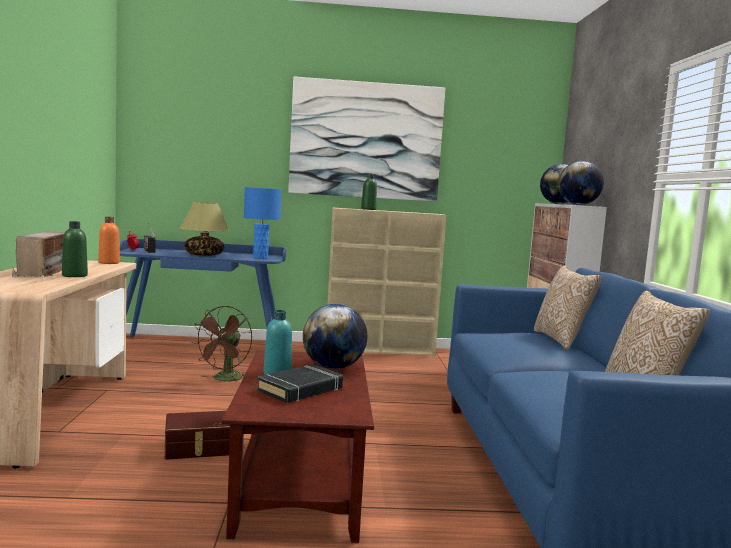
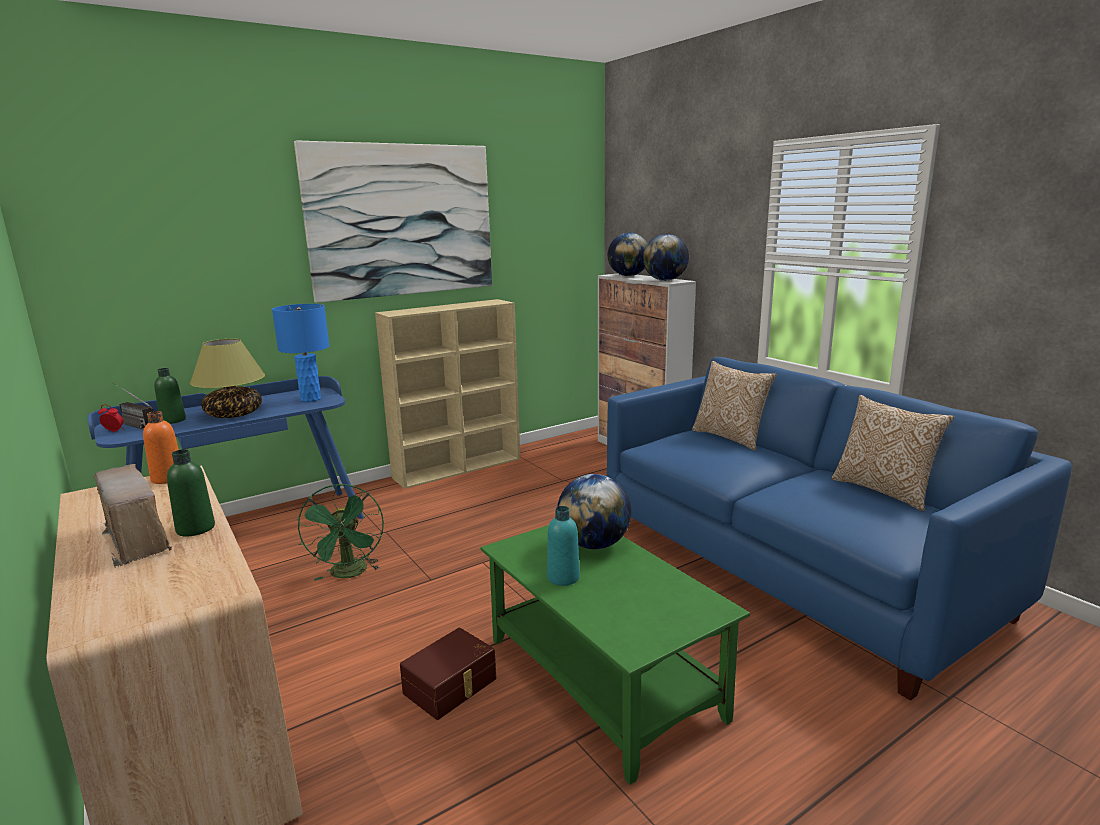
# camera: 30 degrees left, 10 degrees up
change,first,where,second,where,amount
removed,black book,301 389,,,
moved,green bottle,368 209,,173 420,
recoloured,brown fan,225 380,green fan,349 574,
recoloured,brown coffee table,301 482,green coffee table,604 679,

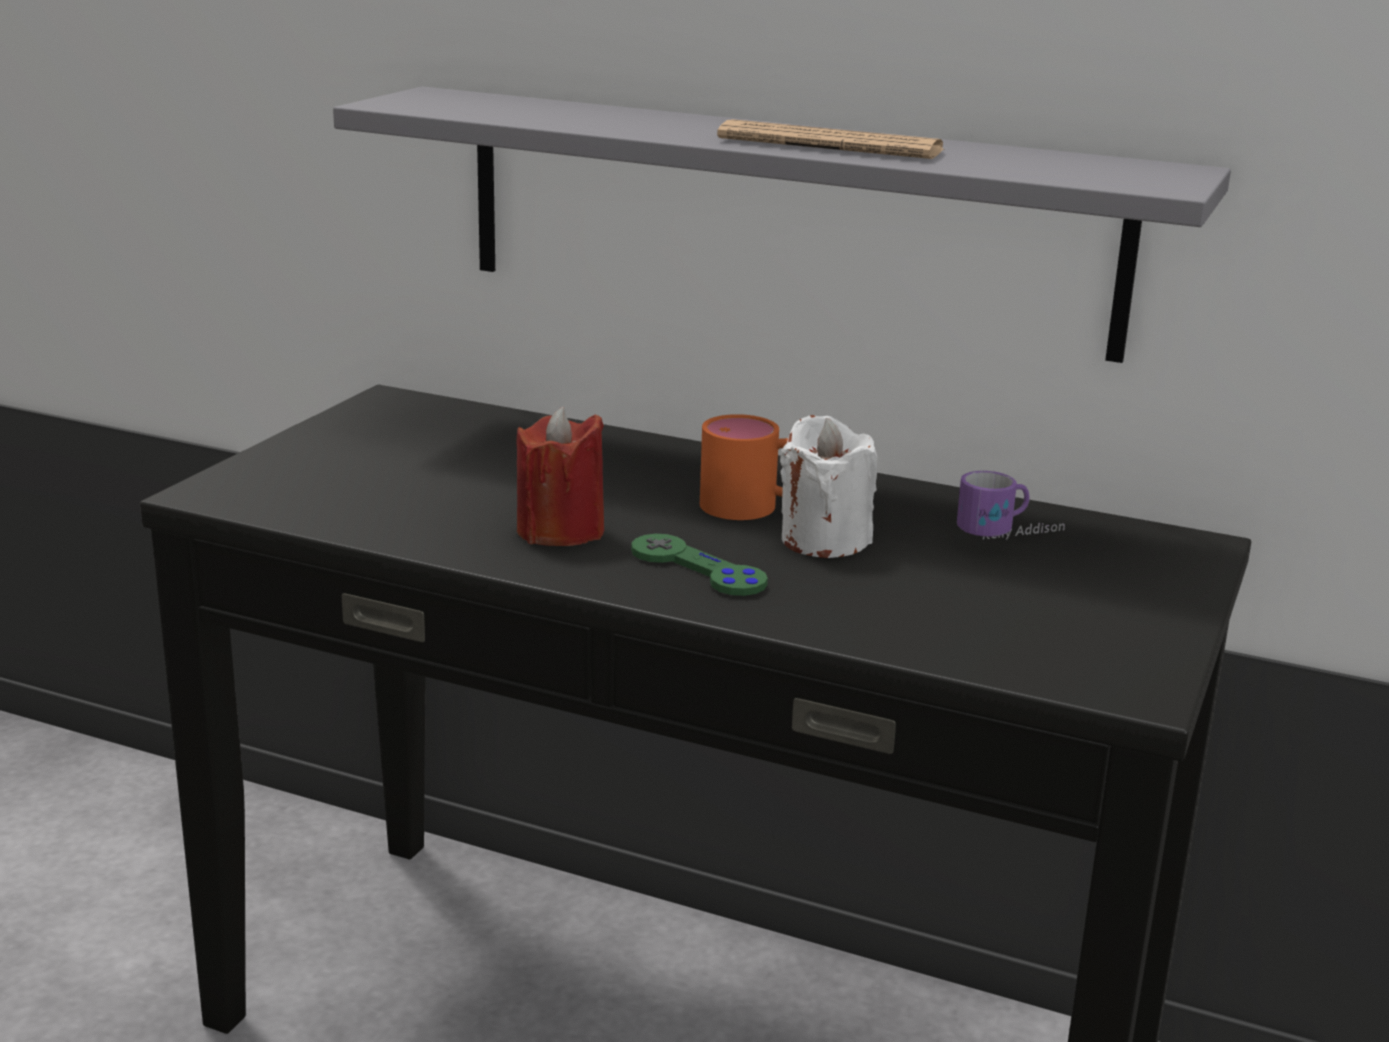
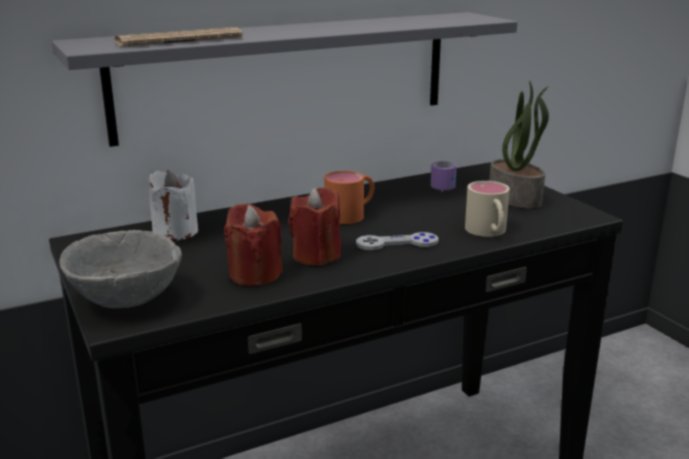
# camera: 50 degrees left, 0 degrees up
change,first,where,second,where,amount
added,,,grey bowl,125 299,
added,,,red candle,254 275,
added,,,beige mug,488 232,
added,,,potted plant,516 198,
moved,newspaper,830 145,,179 40,
moved,white candle,824 540,,175 232,
recoloured,green game controller,697 568,grey game controller,397 243,

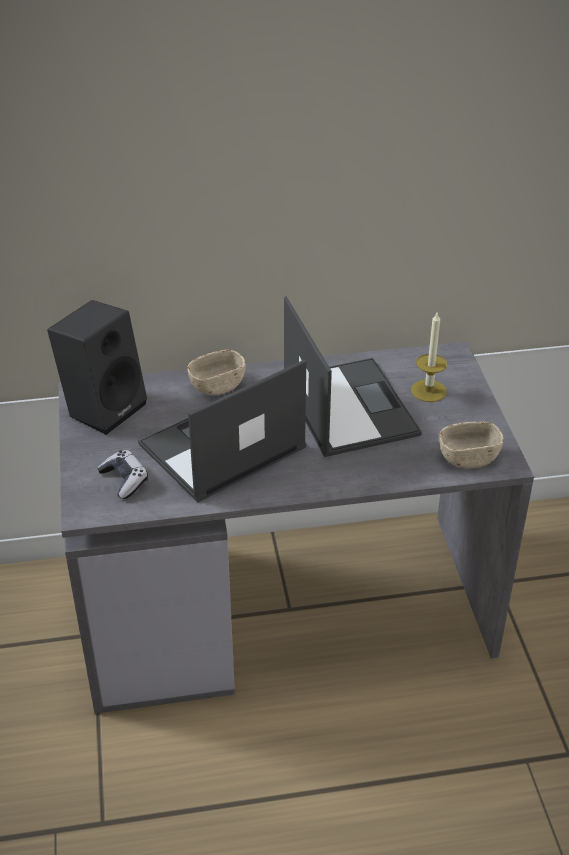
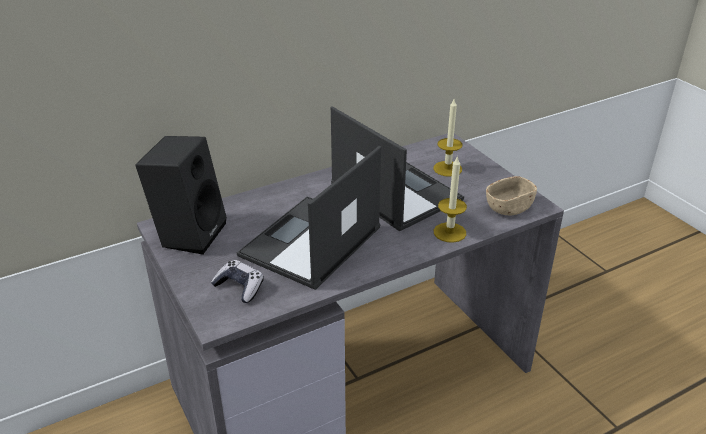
# camera: 20 degrees left, 5 degrees down
change,first,where,second,where,amount
removed,beige bowl,217 385,,,
added,,,candle,449 232,

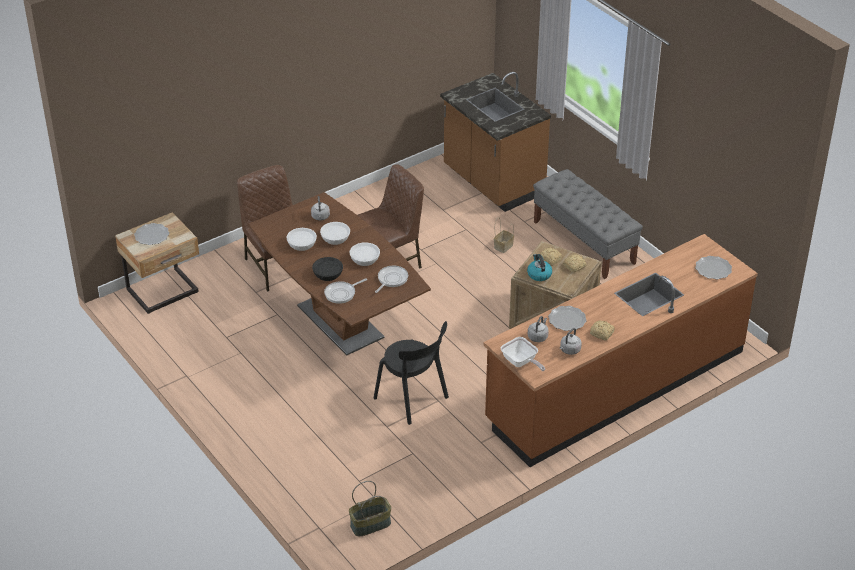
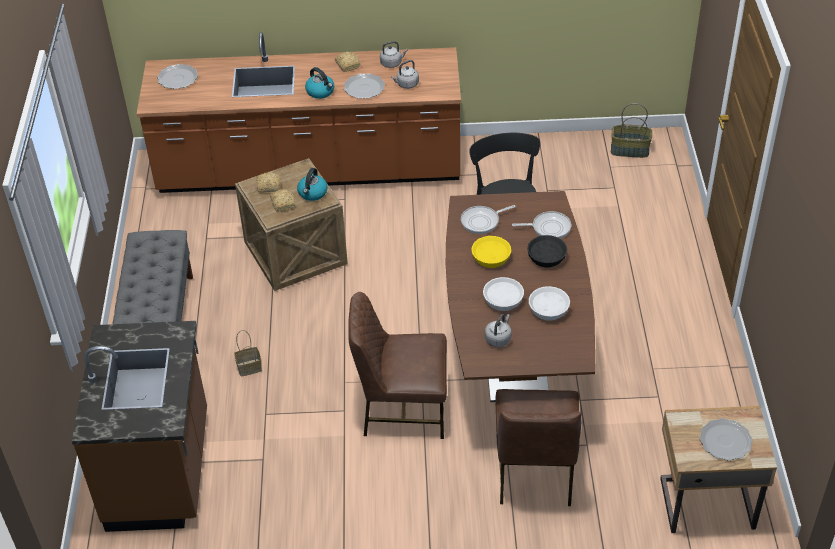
# camera: 145 degrees left, 5 degrees up
change,first,where,second,where,amount
removed,frying pan,521 363,,,
added,,,kettle,321 92,
recoloured,white bowl,365 259,yellow bowl,490 258,

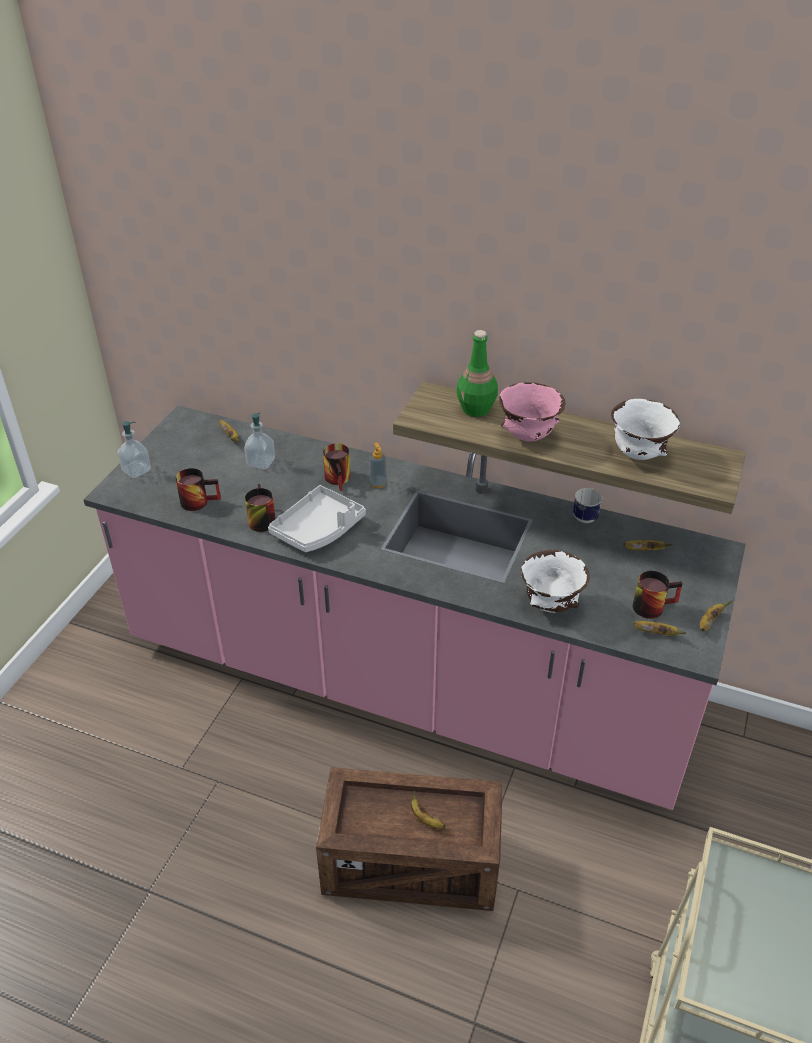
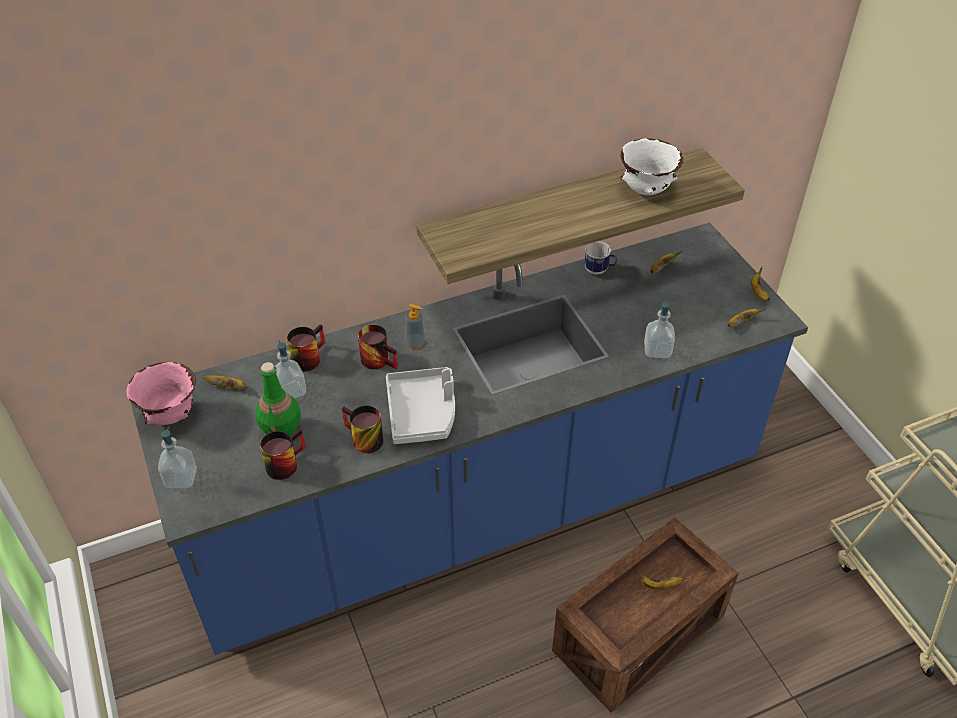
# camera: 45 degrees left, 5 degrees up
change,first,where,second,where,amount
moved,green bottle,476 409,,282 430,
moved,pink bowl,528 436,,171 415,
moved,mug,652 604,,307 357,
replaced,white bowl,549 604,soap dispenser,657 350,
recoloured,pink counter,406 680,blue counter,478 507,

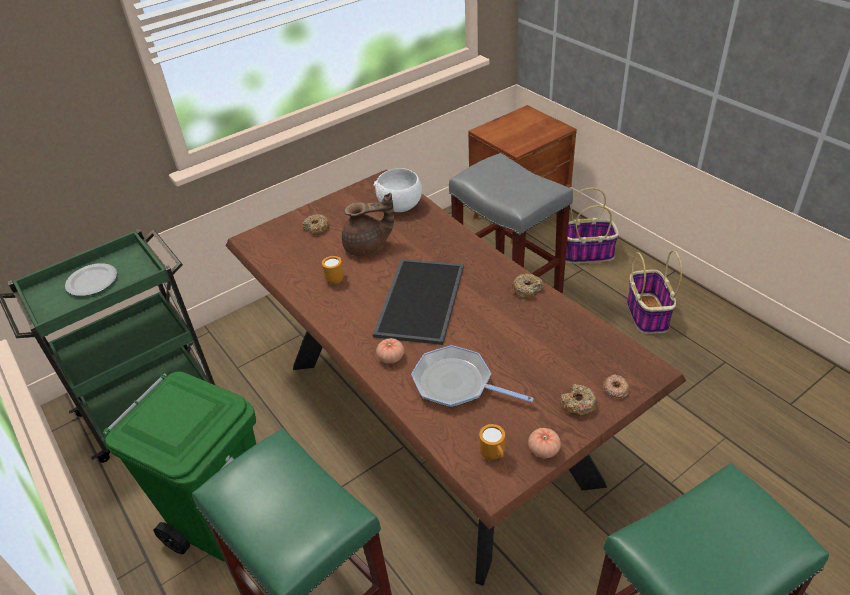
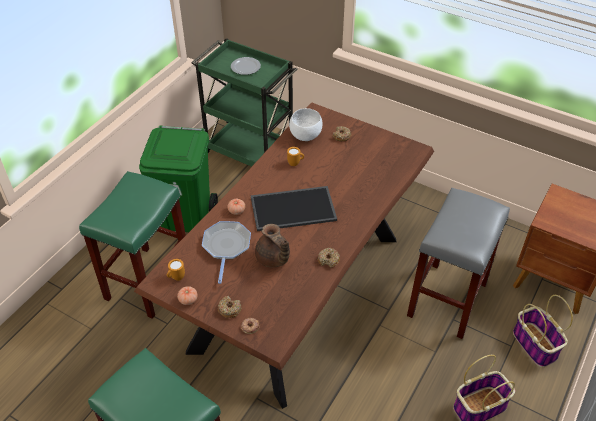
# camera: 65 degrees right, 5 degrees up
change,first,where,second,where,amount
moved,brown teapot,368 247,,273 259,
moved,white bowl,401 206,,305 136,

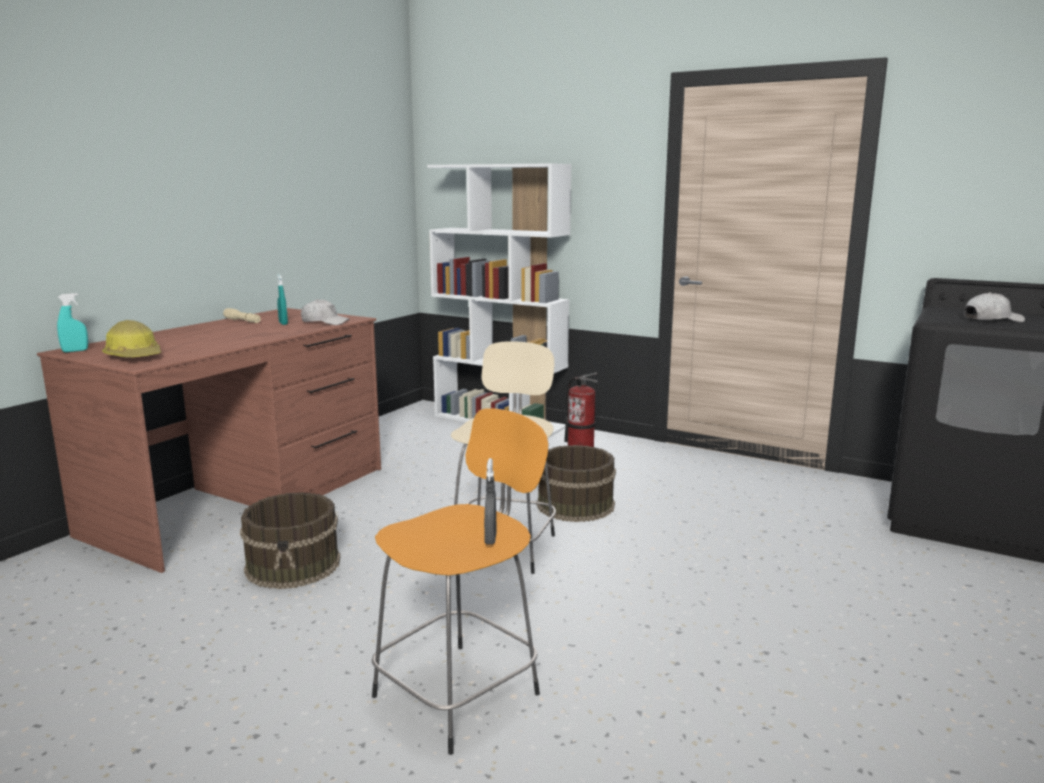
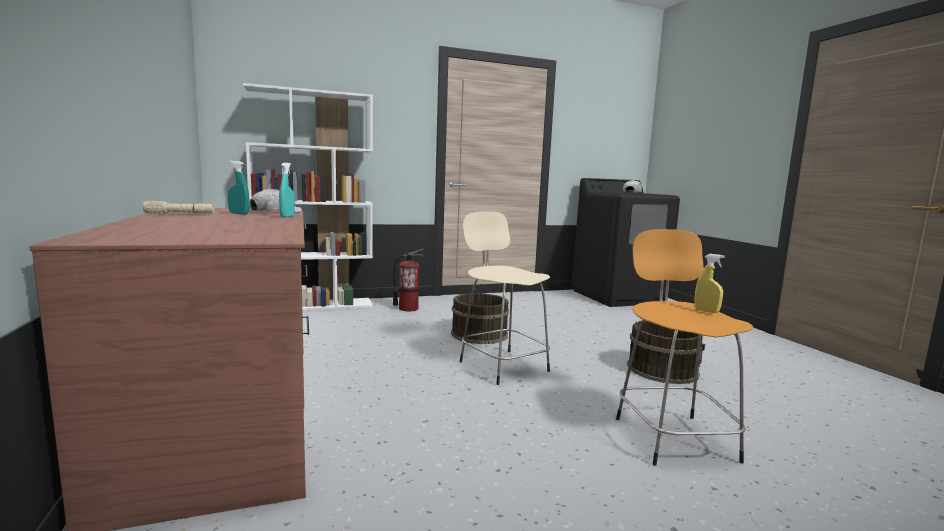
# camera: 50 degrees left, 5 degrees down
change,first,where,second,where,amount
removed,hard hat,135 357,,,
moved,turquoise spray bottle,75 351,,287 216,
moved,brown bucket,294 565,,662 370,
recoloured,grey spray bottle,490 539,yellow spray bottle,706 311,

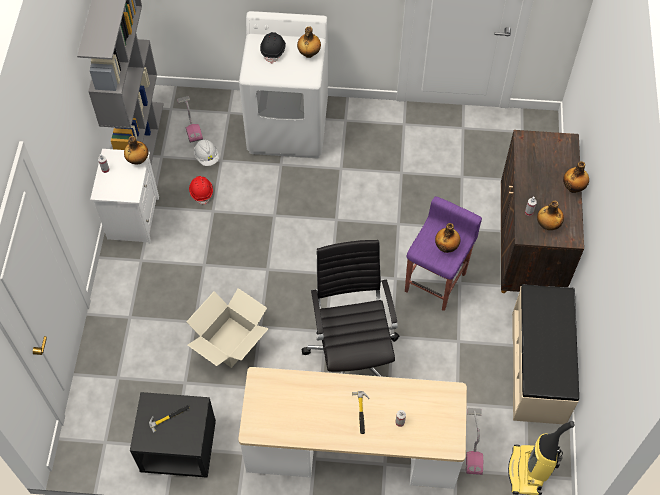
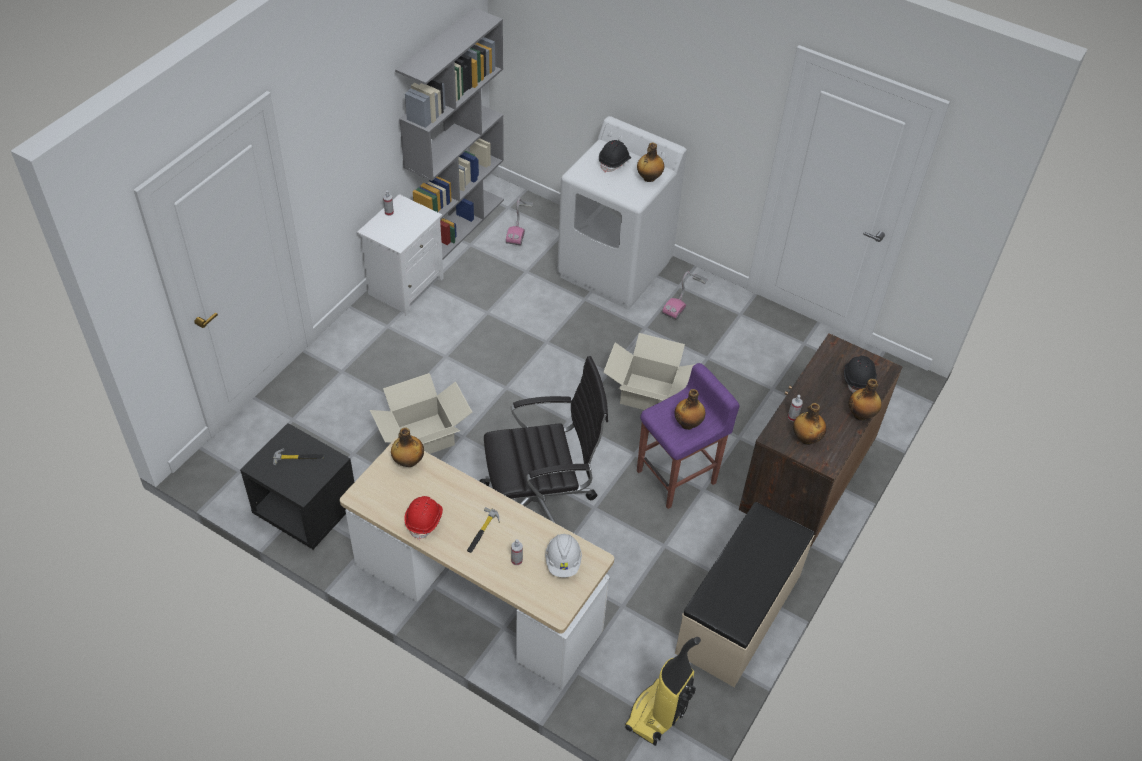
# camera: 25 degrees right, 10 degrees down
change,first,where,second,where,amount
added,,,cardboard box,648 394,
added,,,black hard hat,858 379,
moved,bottle,138 160,,408 461,
moved,red hard hat,201 191,,424 520,
moved,white hard hat,207 157,,563 561,
moved,vacuum cleaner,474 441,,685 297,
turned,black office chair,353 354,,540 506,60 degrees clockwise

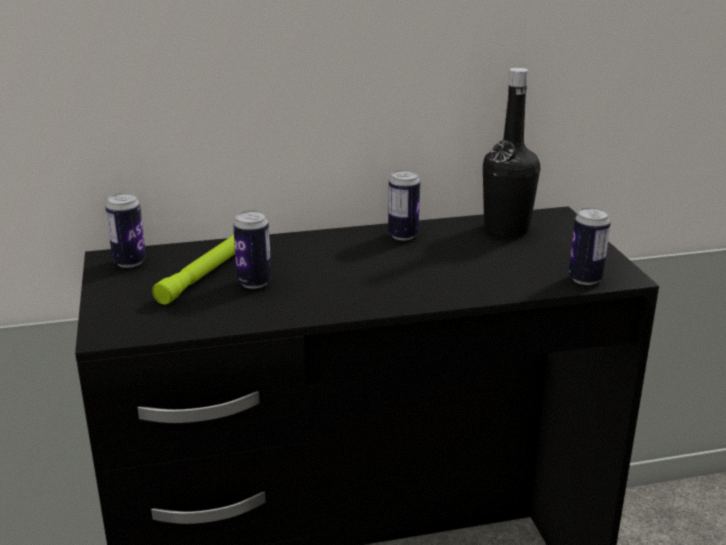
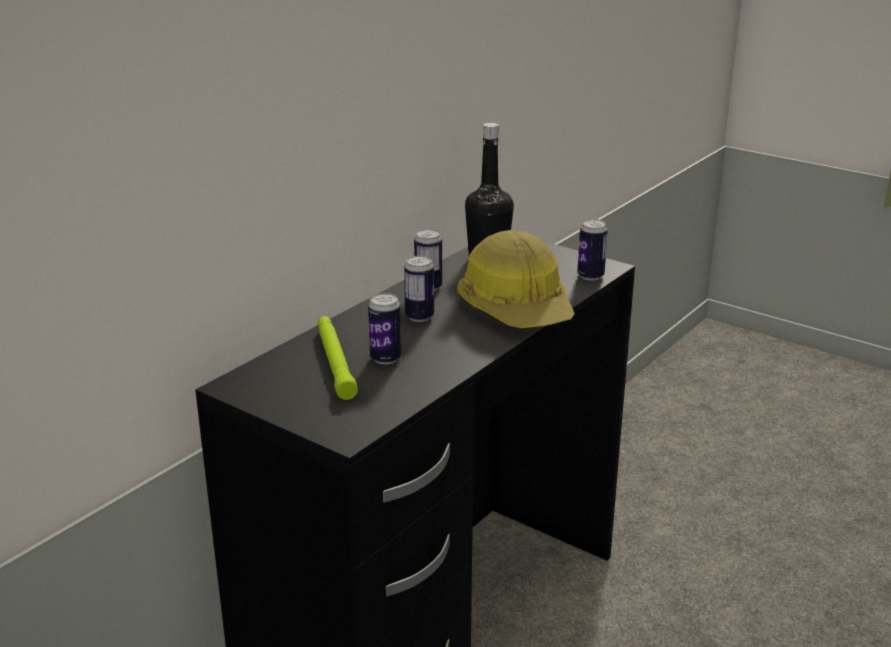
# camera: 40 degrees left, 0 degrees up
change,first,where,second,where,amount
added,,,hard hat,516 308,
moved,can,130 262,,419 317,

